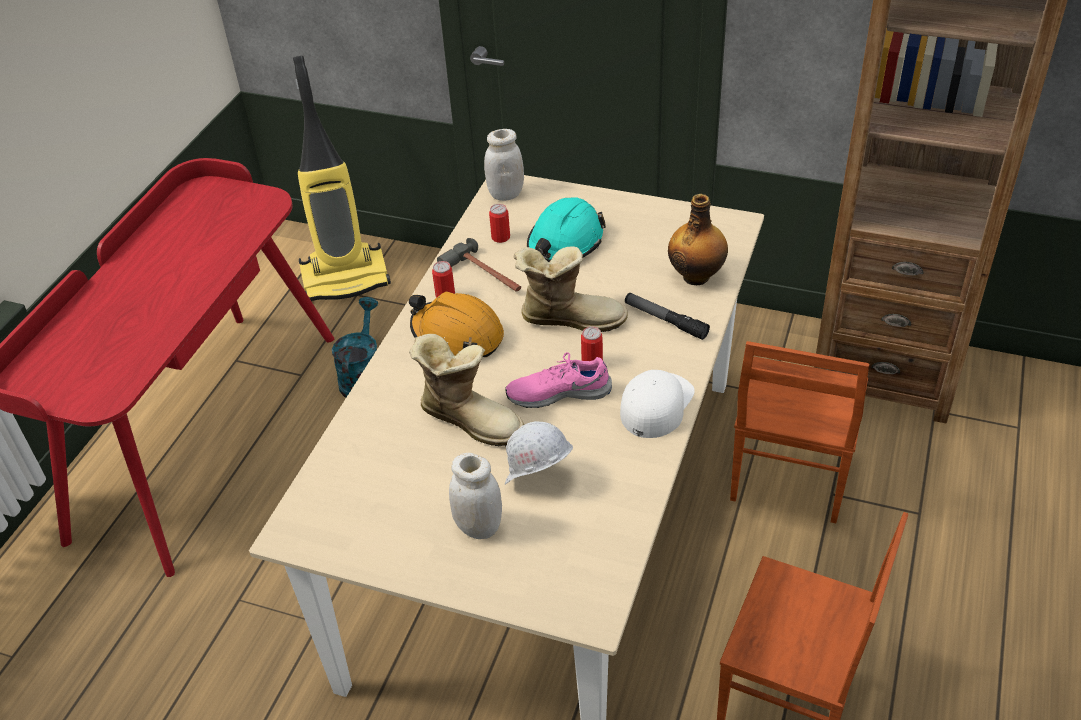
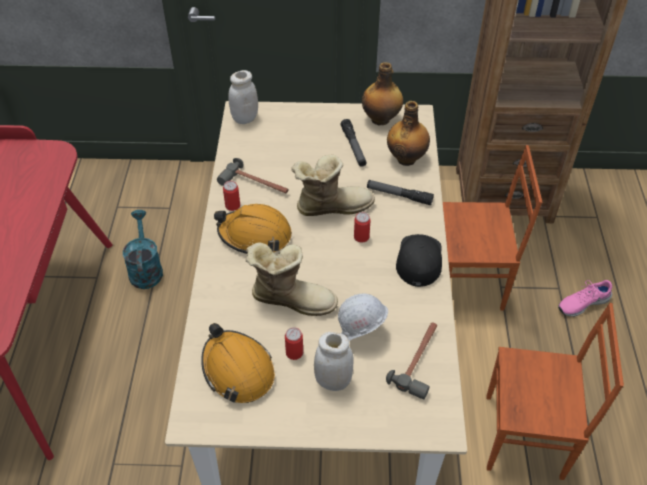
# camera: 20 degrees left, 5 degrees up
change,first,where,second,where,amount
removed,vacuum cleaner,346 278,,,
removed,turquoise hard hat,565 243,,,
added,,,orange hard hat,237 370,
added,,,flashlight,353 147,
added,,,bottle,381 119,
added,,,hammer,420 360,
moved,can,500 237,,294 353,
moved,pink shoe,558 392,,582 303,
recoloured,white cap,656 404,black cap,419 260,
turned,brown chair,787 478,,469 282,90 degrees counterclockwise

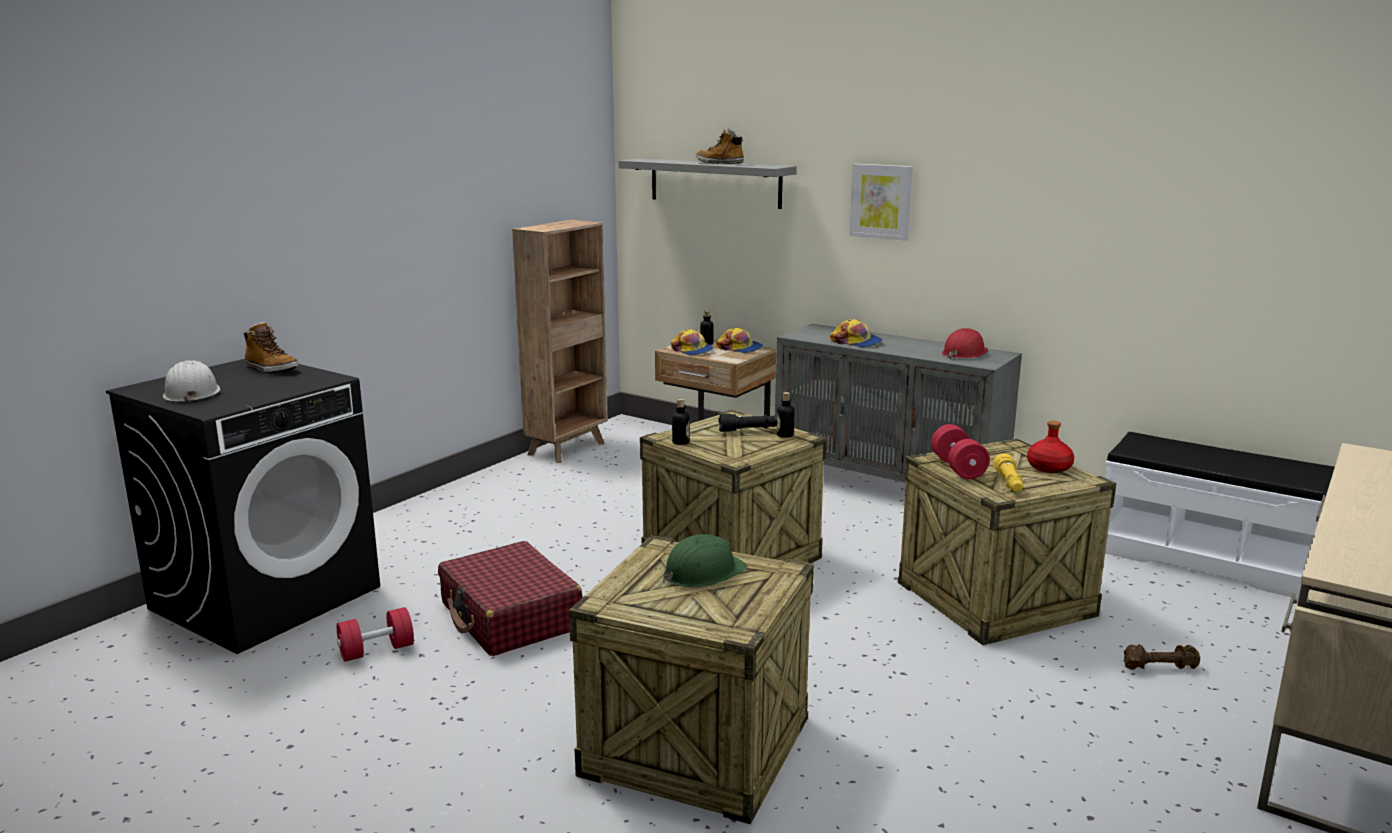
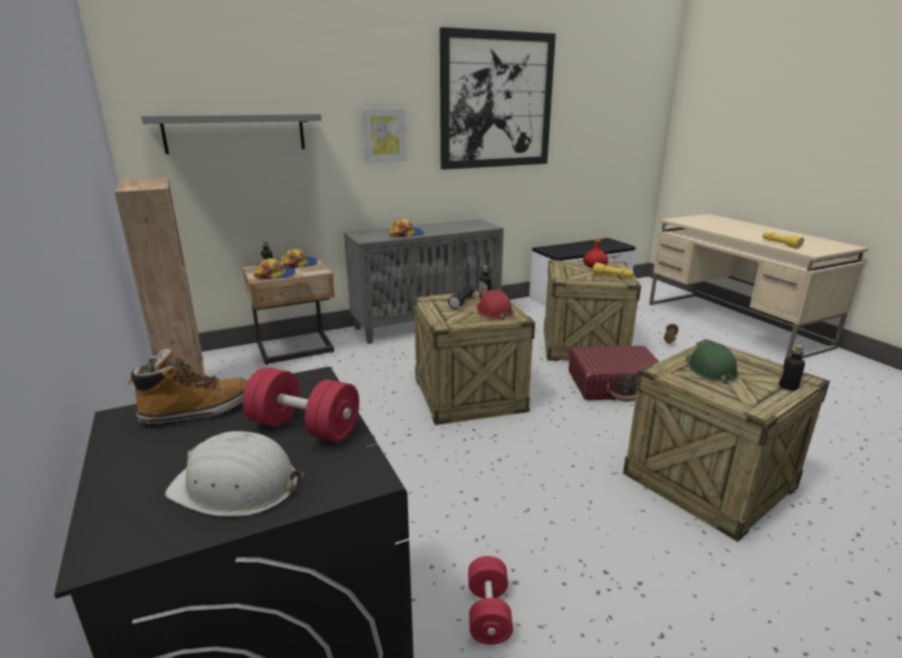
# camera: 60 degrees left, 5 degrees up
change,first,where,second,where,amount
removed,boot,720 163,,,
added,,,picture,496 101,
added,,,yellow flashlight,780 244,
moved,red suitcase,510 617,,615 385,
moved,bottle,680 442,,788 387,
moved,red dumbbell,958 468,,304 427,
moved,red hard hat,964 353,,493 311,

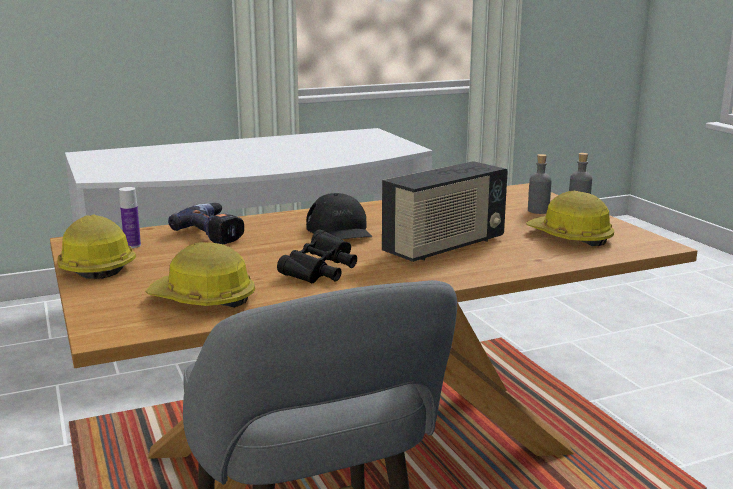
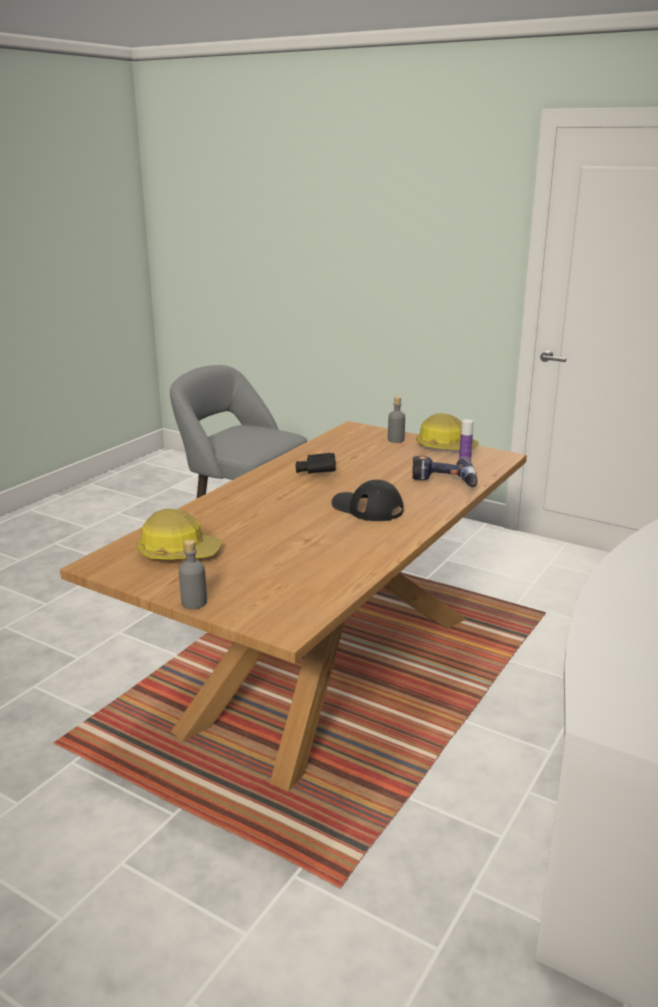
# camera: 145 degrees right, 5 degrees up
change,first,where,second,where,amount
removed,hard hat,203 299,,,
removed,radio,444 247,,,
moved,grey bottle,538 211,,396 440,

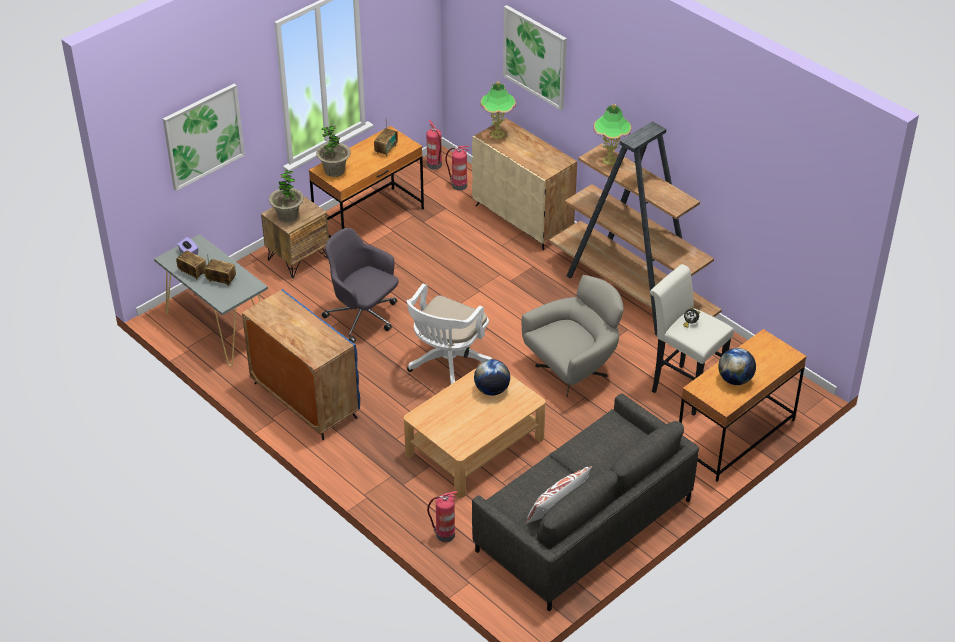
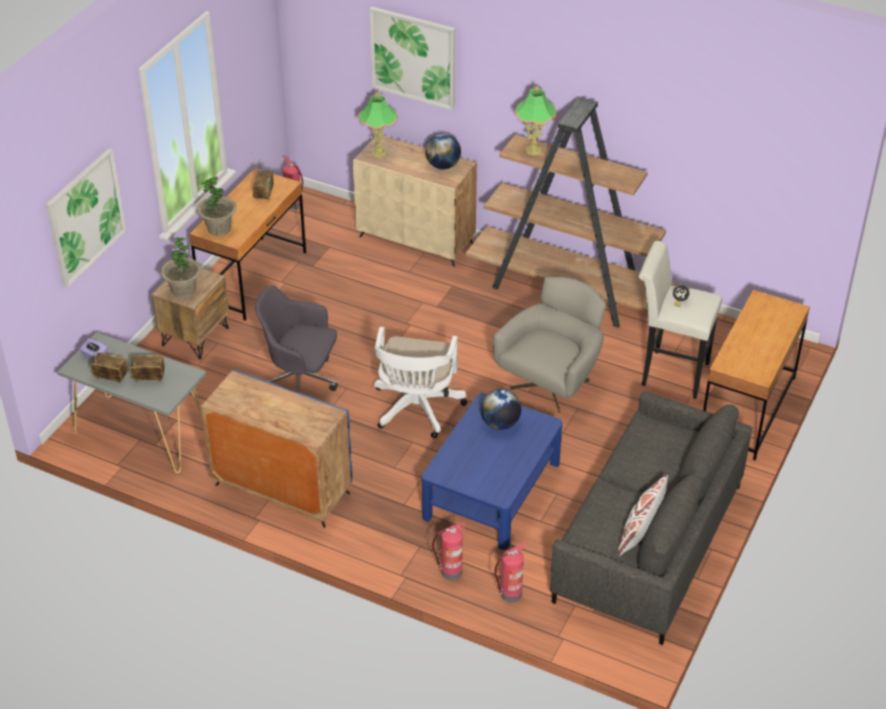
# camera: 20 degrees left, 0 degrees up
change,first,where,second,where,amount
moved,fire extinguisher,458 186,,450 572,
moved,globe,735 379,,443 166,
recoloured,beige coffee table,475 446,blue coffee table,492 490,

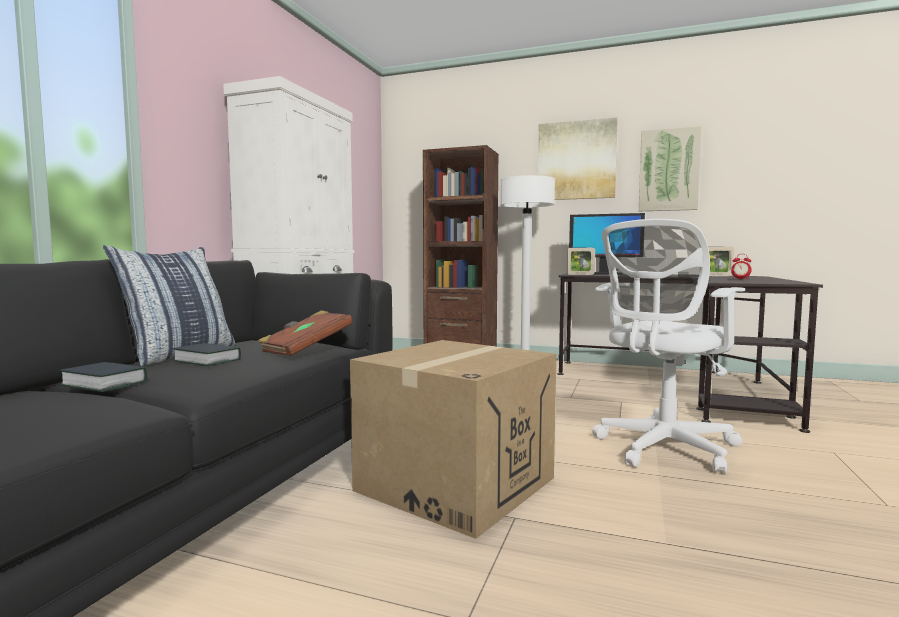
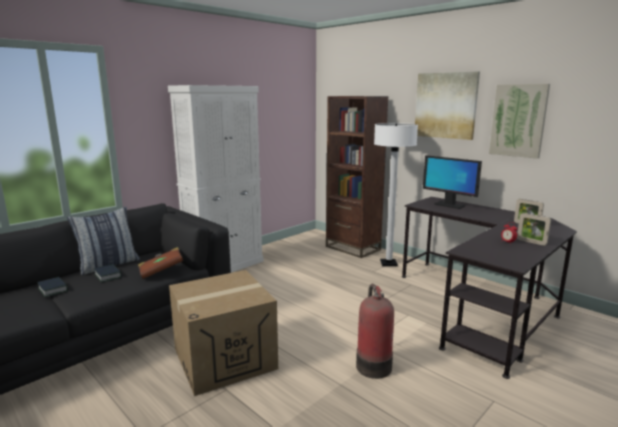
# camera: 25 degrees right, 10 degrees up
change,first,where,second,where,amount
moved,picture frame,580 274,,531 242,
replaced,white office chair,663 449,fire extinguisher,373 365,

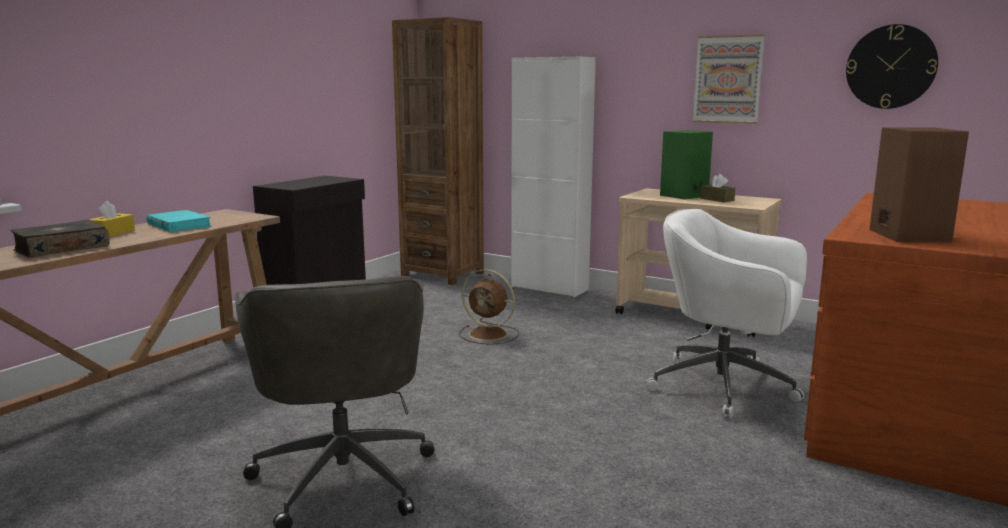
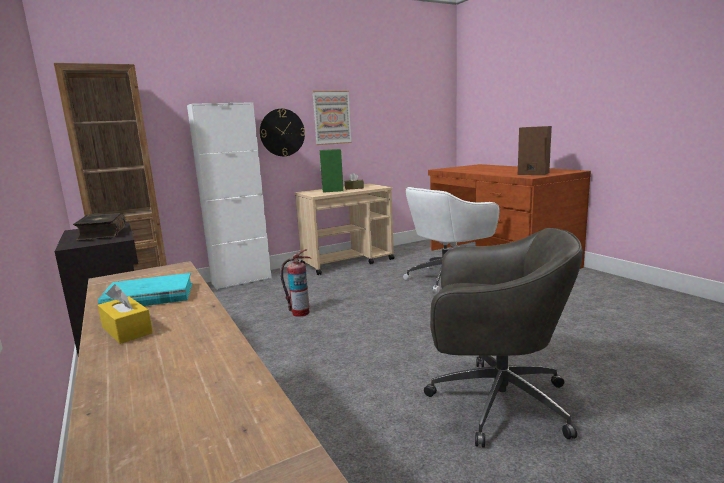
# camera: 60 degrees left, 0 degrees up
change,first,where,second,where,amount
moved,book,61 249,,101 234,
moved,wall clock,891 67,,282 132,
replaced,brown fan,490 334,fire extinguisher,300 313,

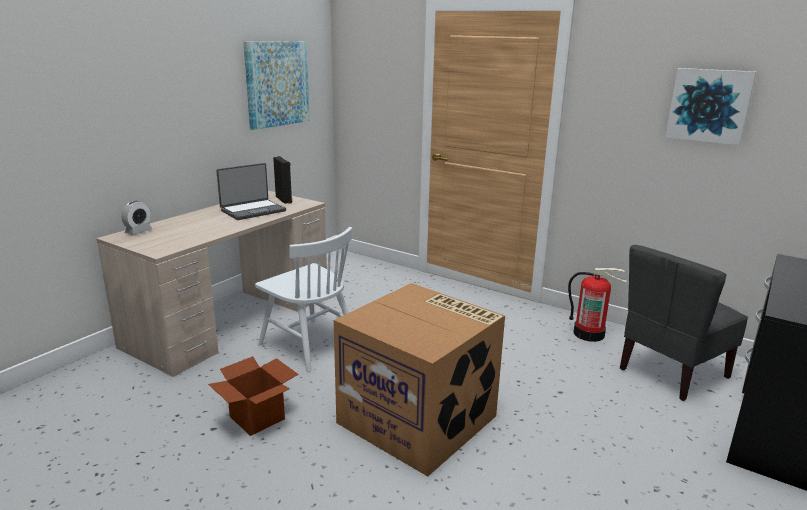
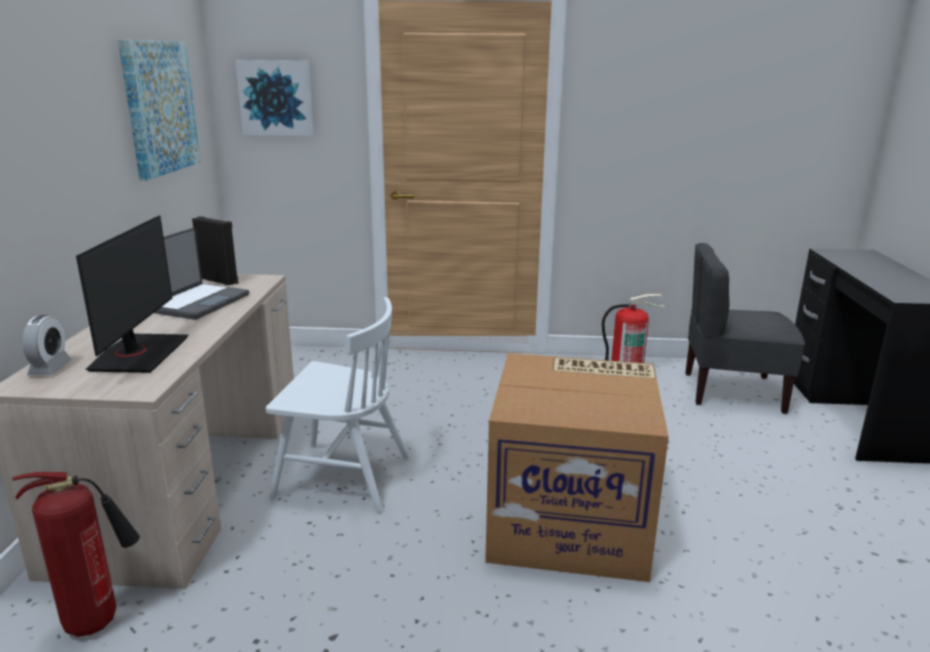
# camera: 30 degrees left, 0 degrees up
change,first,where,second,where,amount
removed,cardboard box,256 418,,,
added,,,fire extinguisher,98 621,
added,,,monitor,138 354,
moved,picture,709 105,,276 98,
turned,grey chair,671 373,,732 392,75 degrees clockwise

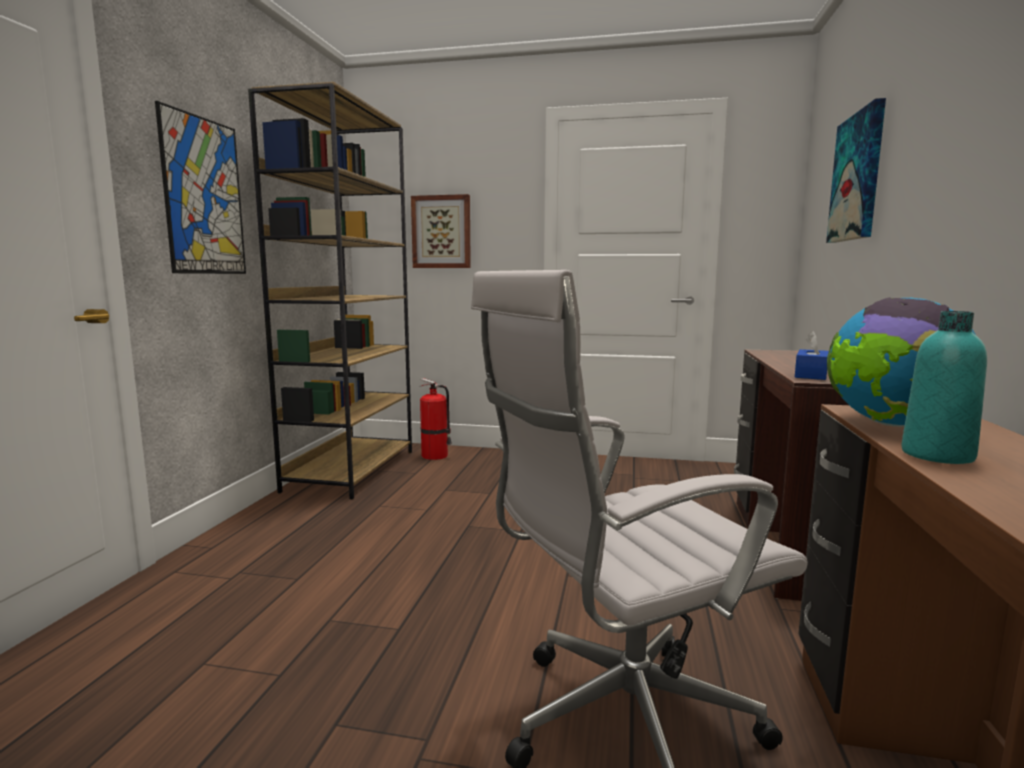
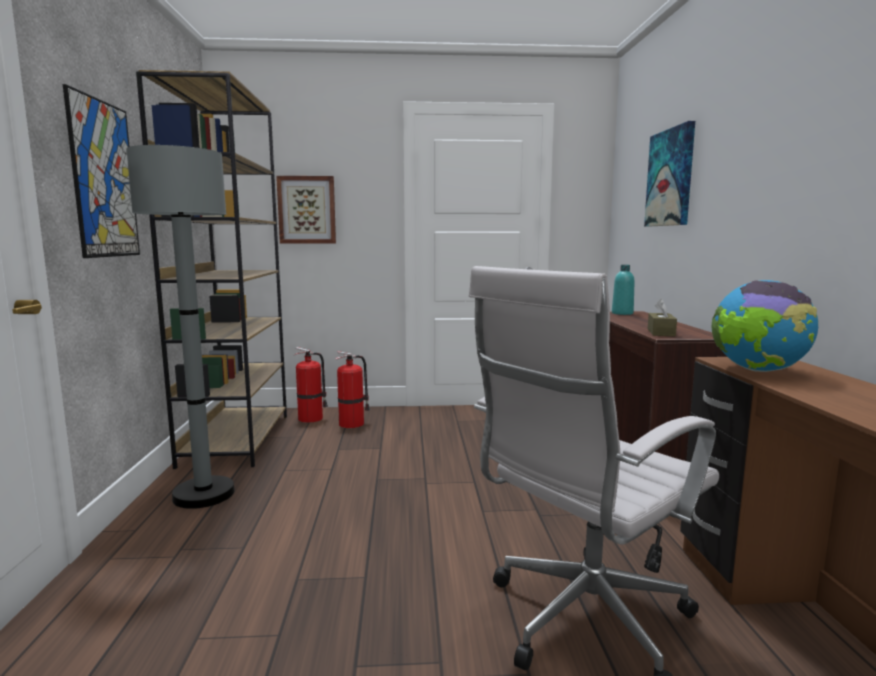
# camera: 15 degrees left, 0 degrees up
change,first,where,second,where,amount
added,,,grey floor lamp,204 494,
added,,,fire extinguisher,352 423,
moved,turquoise bottle,937 455,,622 313,
recoloured,blue tissue box,811 375,brown tissue box,661 332,

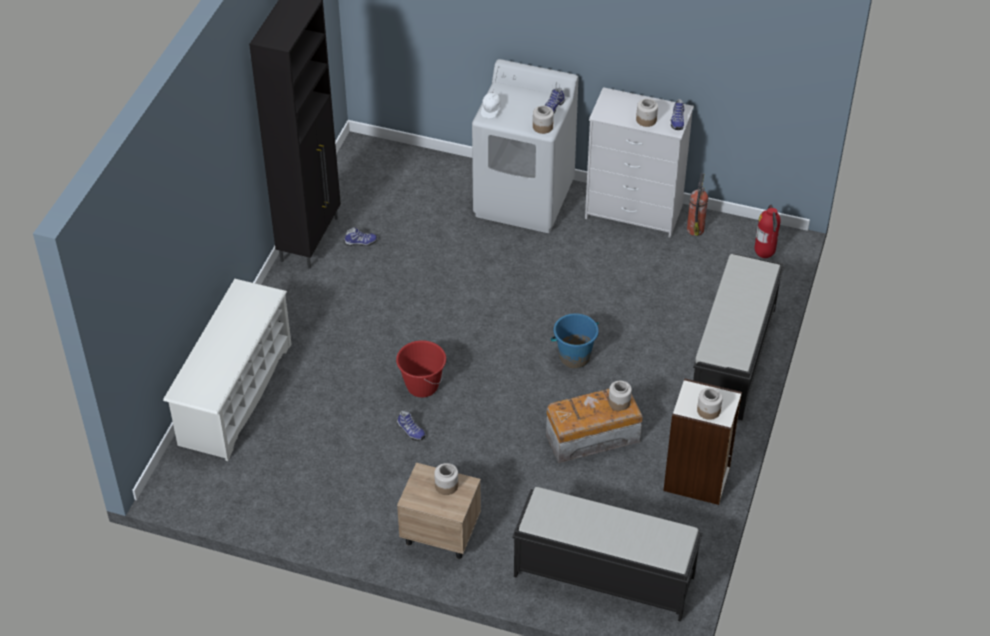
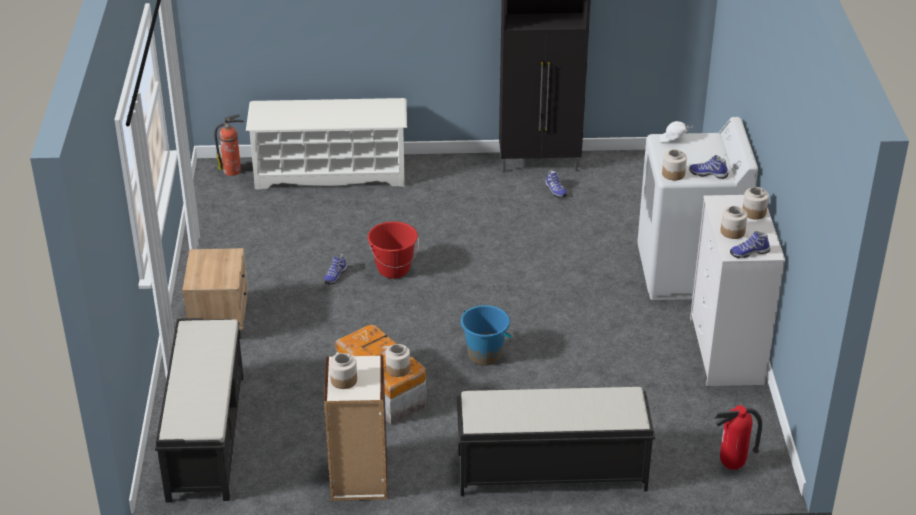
# camera: 70 degrees right, 10 degrees down
change,first,where,second,where,amount
moved,jar,446 486,,753 212,
moved,fire extinguisher,695 229,,233 171,

